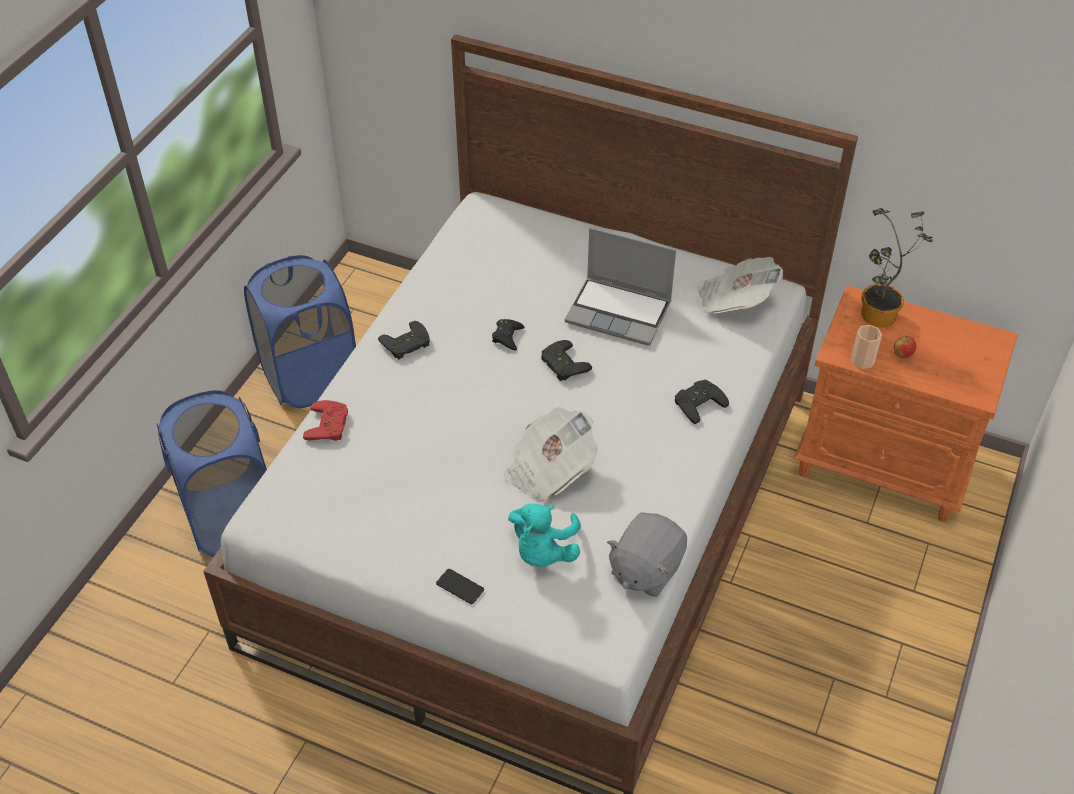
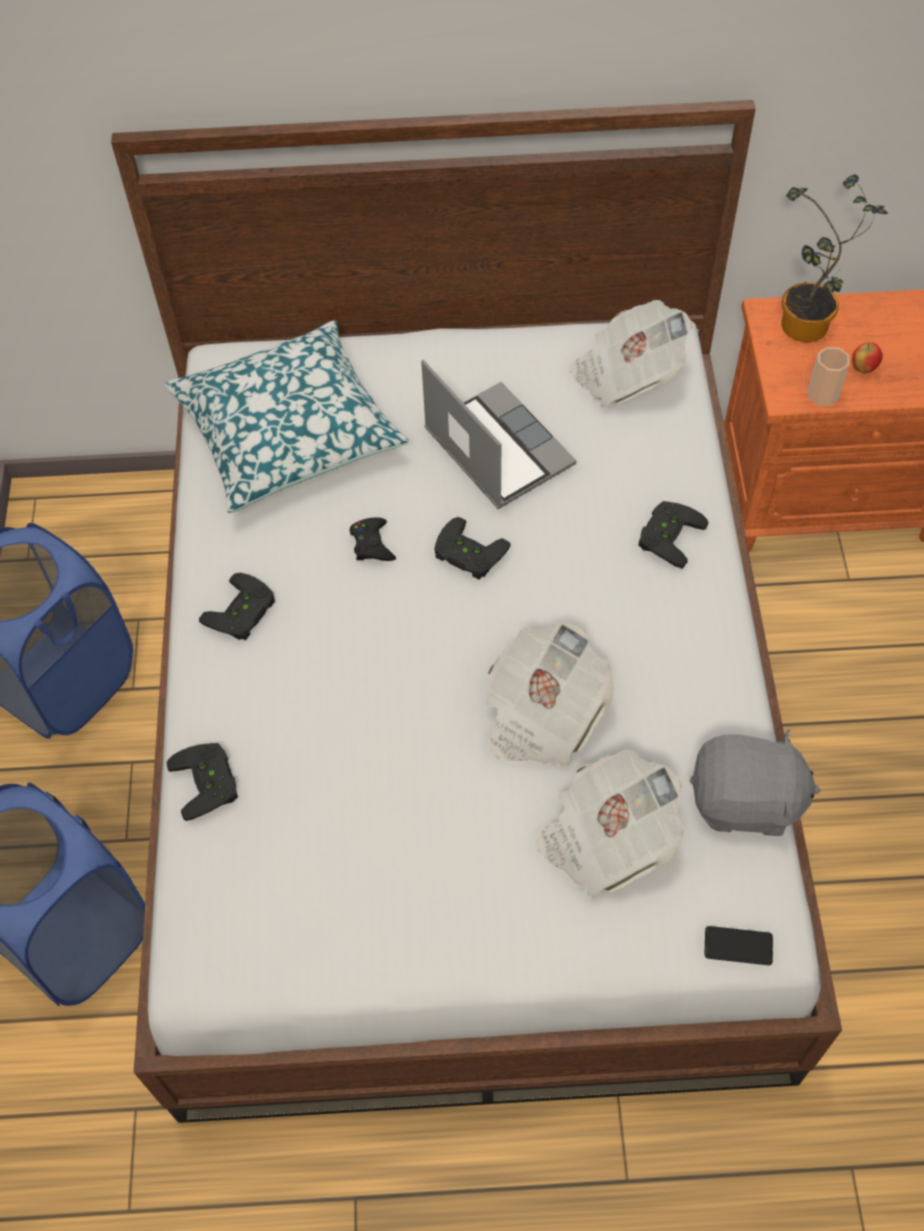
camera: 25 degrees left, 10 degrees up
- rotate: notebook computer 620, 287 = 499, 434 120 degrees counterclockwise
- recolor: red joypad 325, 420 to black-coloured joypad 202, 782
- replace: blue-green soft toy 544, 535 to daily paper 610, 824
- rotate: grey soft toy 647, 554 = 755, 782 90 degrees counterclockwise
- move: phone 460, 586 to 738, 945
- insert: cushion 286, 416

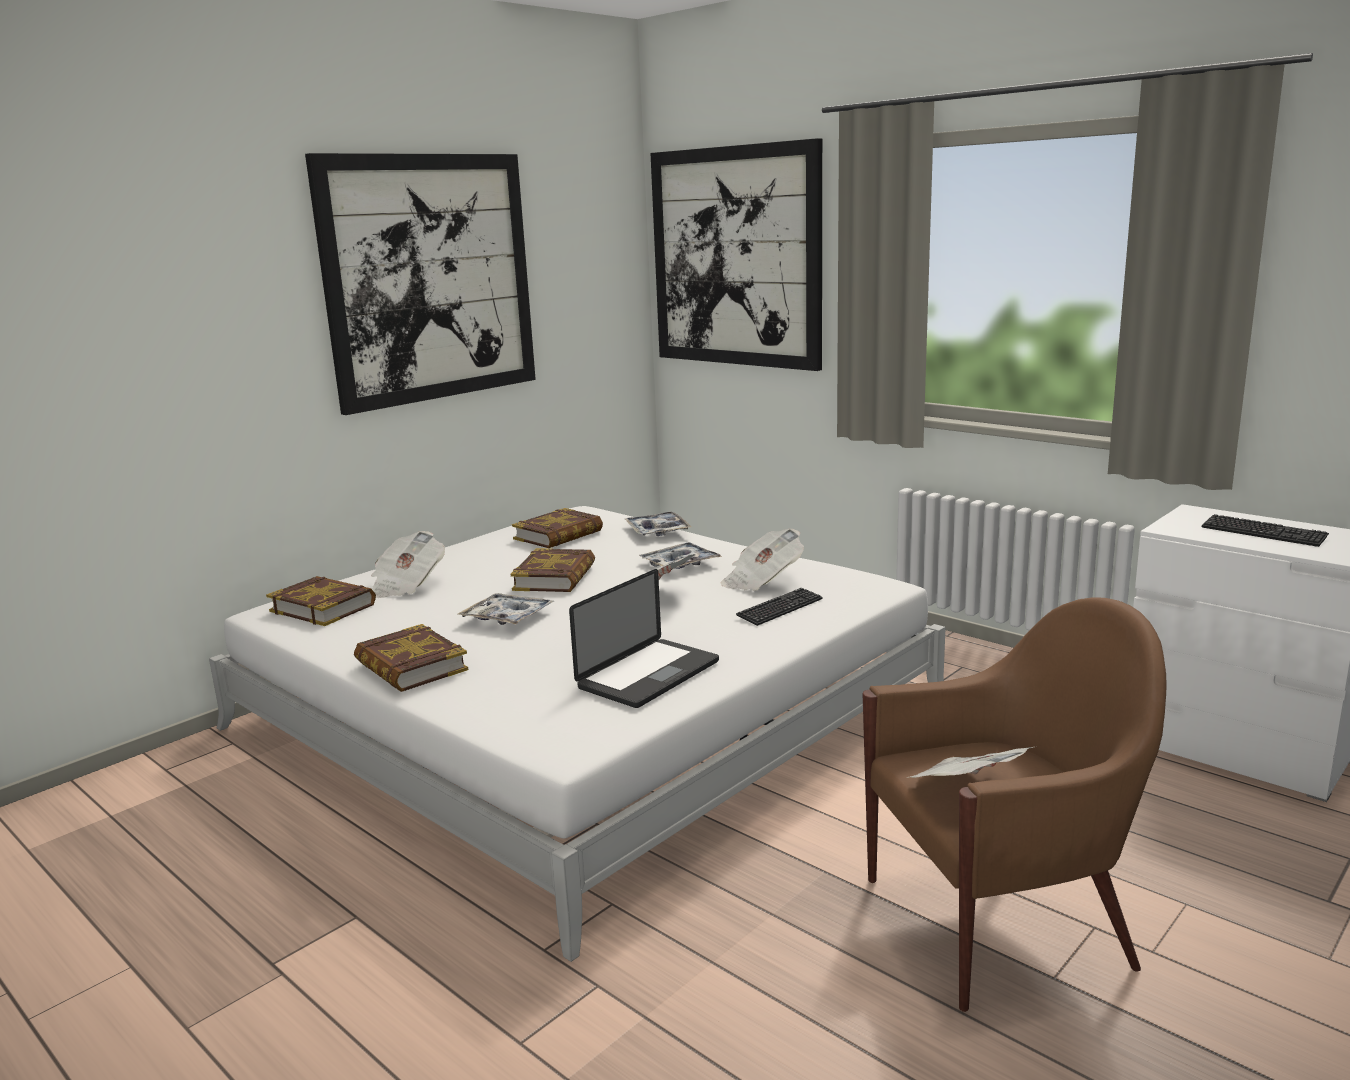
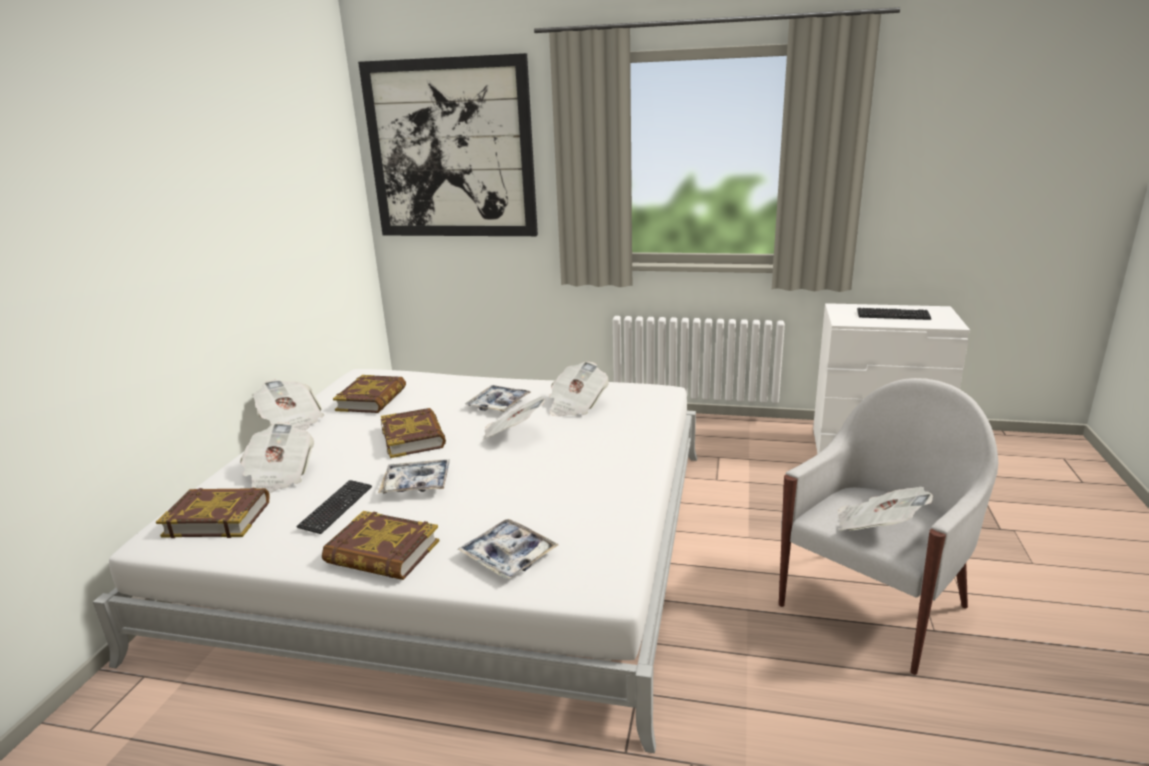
camera: 30 degrees left, 5 degrees up
- delete: wall art 420, 284
- move: serving tray 658, 524 to 508, 549
- delete: notebook computer 644, 638
- move: computer keyboard 779, 607 to 334, 507
- recolor: brown lounge chair 1015, 804 to white-coloured lounge chair 888, 526
- insert: daily paper 288, 405

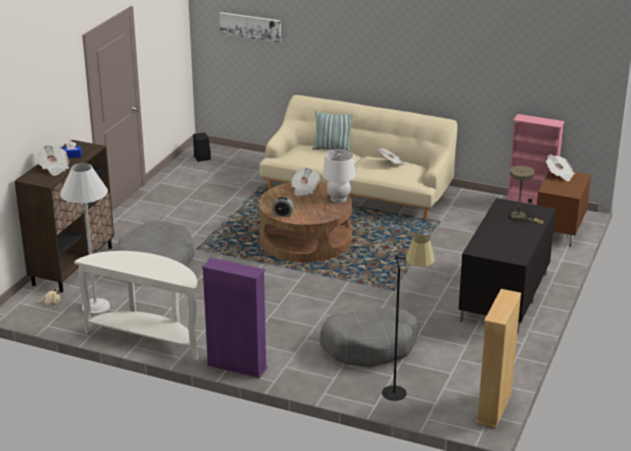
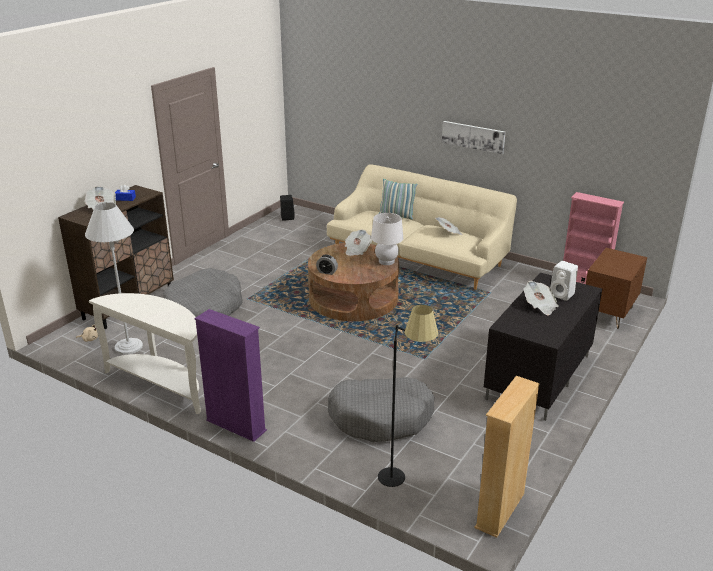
camera: 10 degrees right, 0 degrees up
- move: wall art 250, 27 to 474, 137
- move: daily paper 560, 167 to 540, 298
- replace: beige-coloured lamp for a table 526, 195 to white-coloured speaker 564, 281

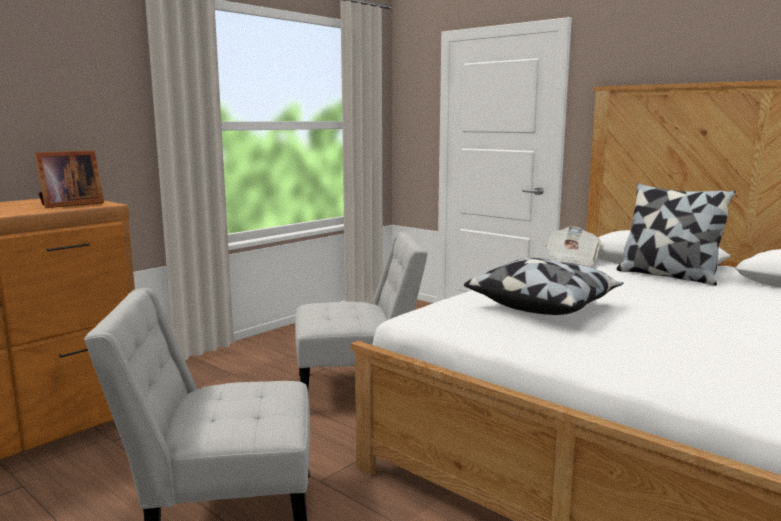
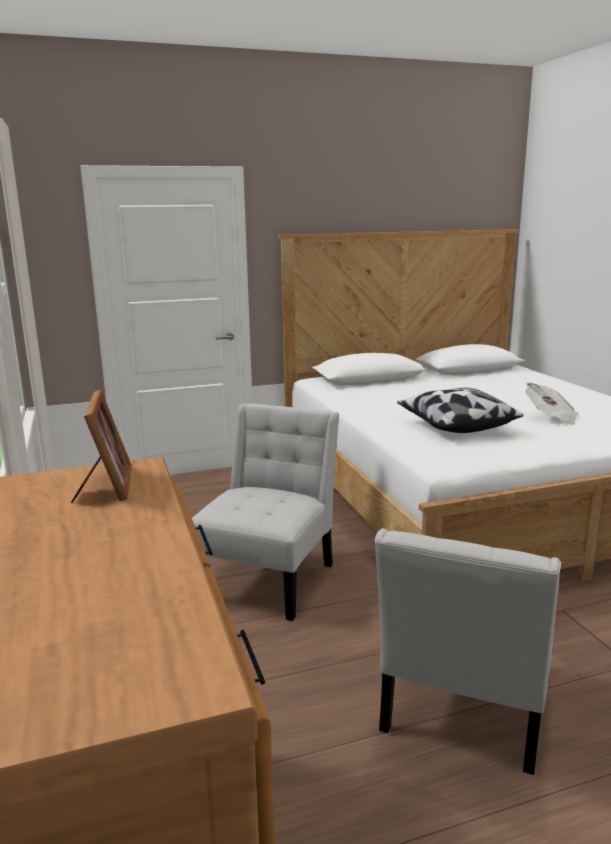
camera: 60 degrees left, 5 degrees up
- delete: cushion 676, 234
- move: daily paper 573, 245 to 552, 403

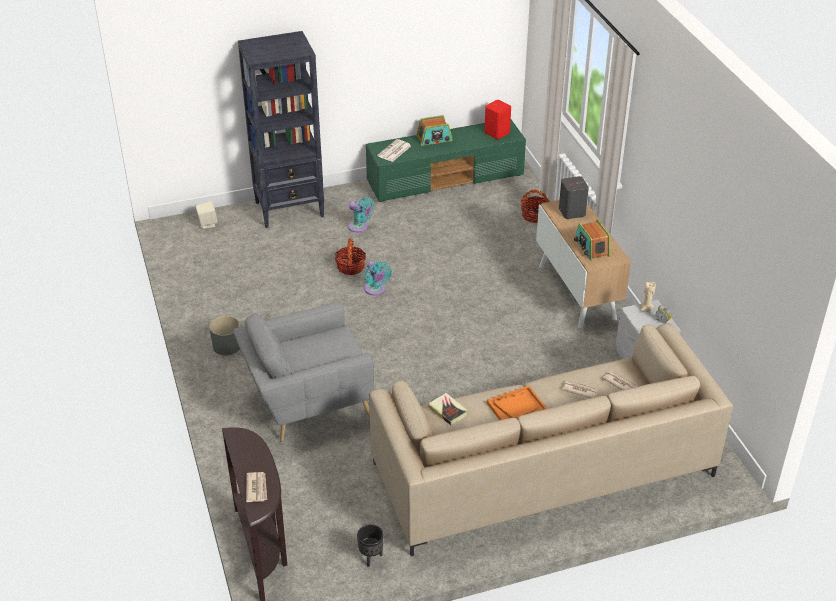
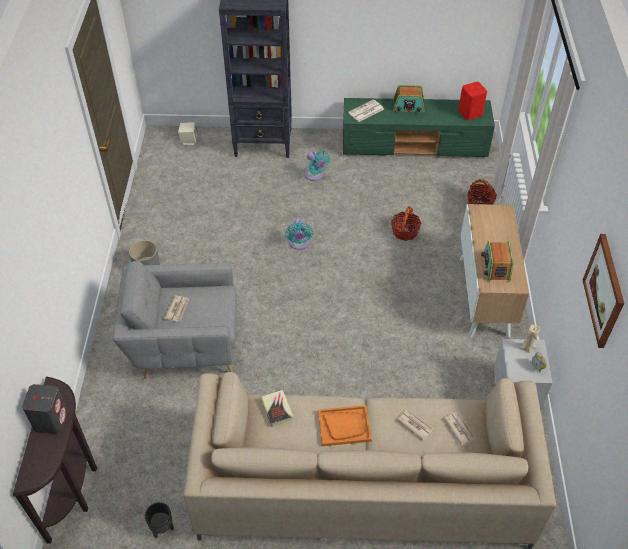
camera: 20 degrees right, 10 degrees up
- move: grey speaker 574, 197 to 45, 409
- move: household basket 350, 256 to 406, 223
- move: daily paper 256, 487 to 176, 308
- insert: wall art 603, 291

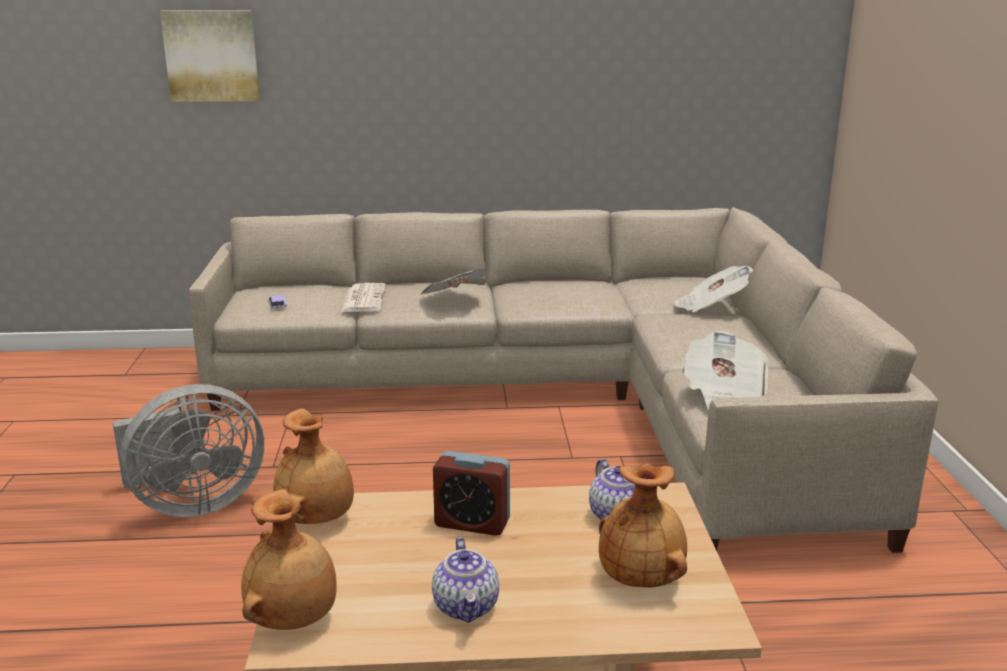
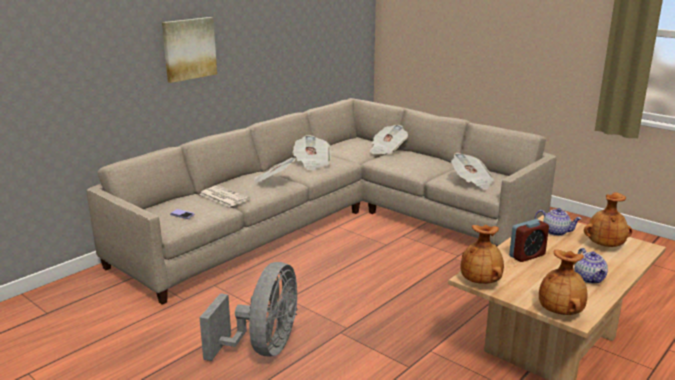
camera: 45 degrees left, 0 degrees up
- move: wall art 210, 56 to 189, 50
- rotate: pot for tea 465, 580 = 591, 266 45 degrees clockwise
- insert: daily paper 311, 152

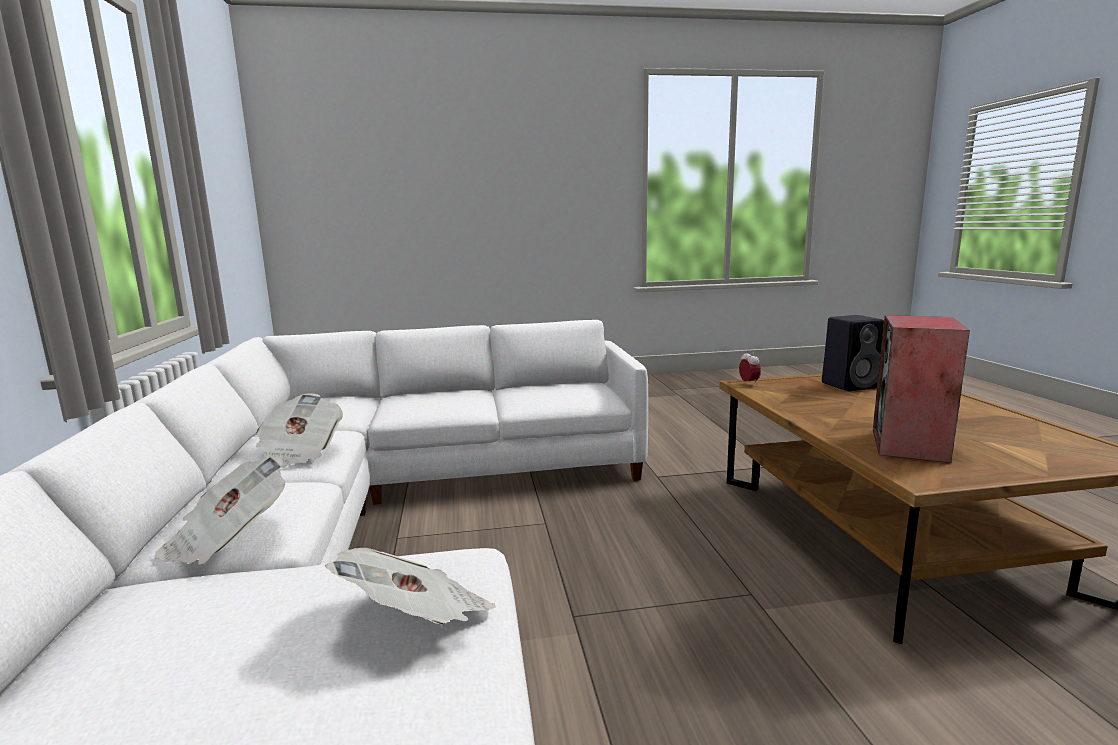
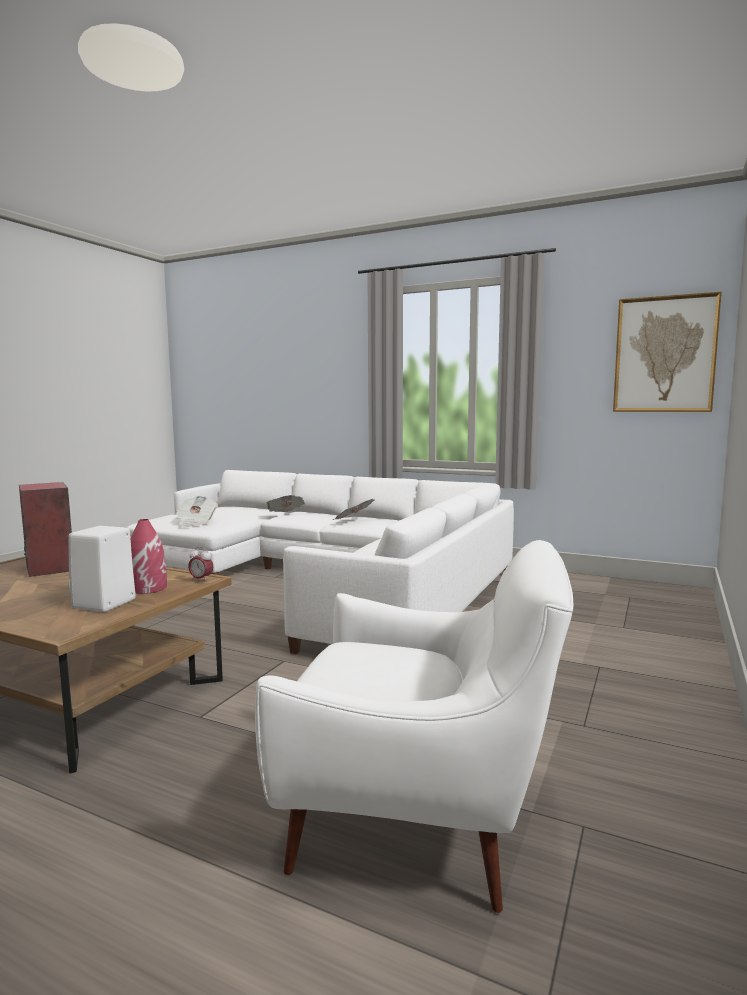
camera: 125 degrees right, 5 degrees down
- recolor: black-coloured speaker 853, 353 to white-coloured speaker 102, 569
- insert: wall art 667, 351
- insert: red flower vase 149, 556
- insert: white-coloured lounge chair 414, 726

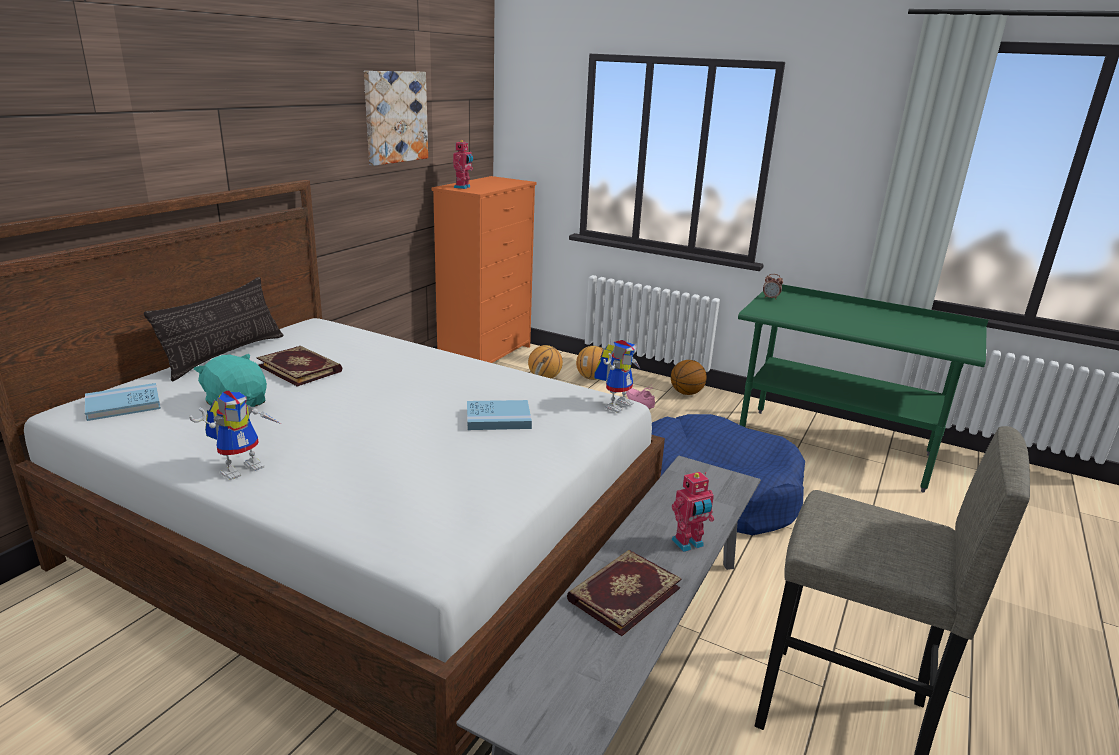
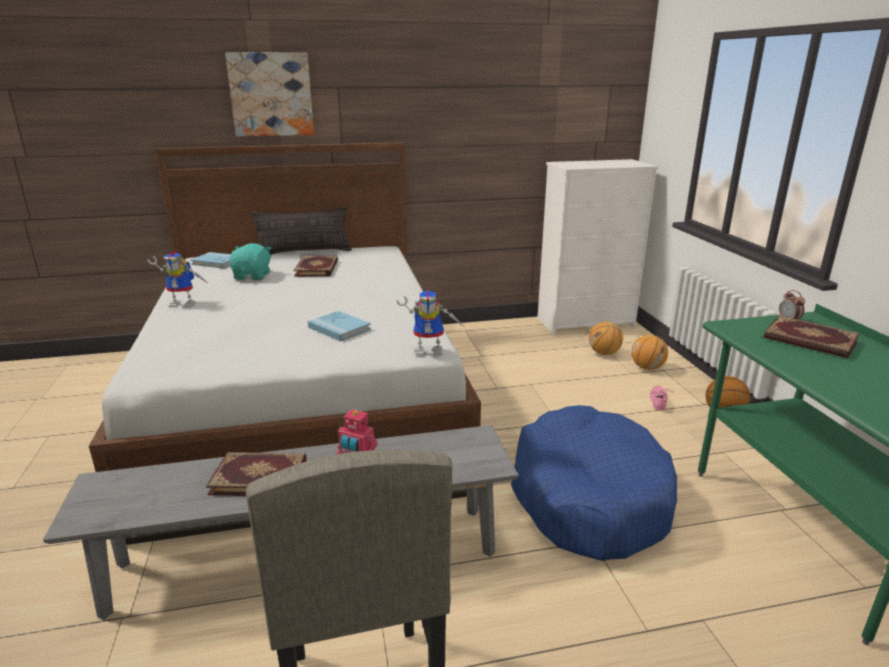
camera: 50 degrees right, 0 degrees up
- move: wall art 396, 118 to 269, 94
- delete: model robot 463, 164
- recolor: orangey chest of drawers 484, 269 to white-coloured chest of drawers 598, 247
- insert: book 812, 336

